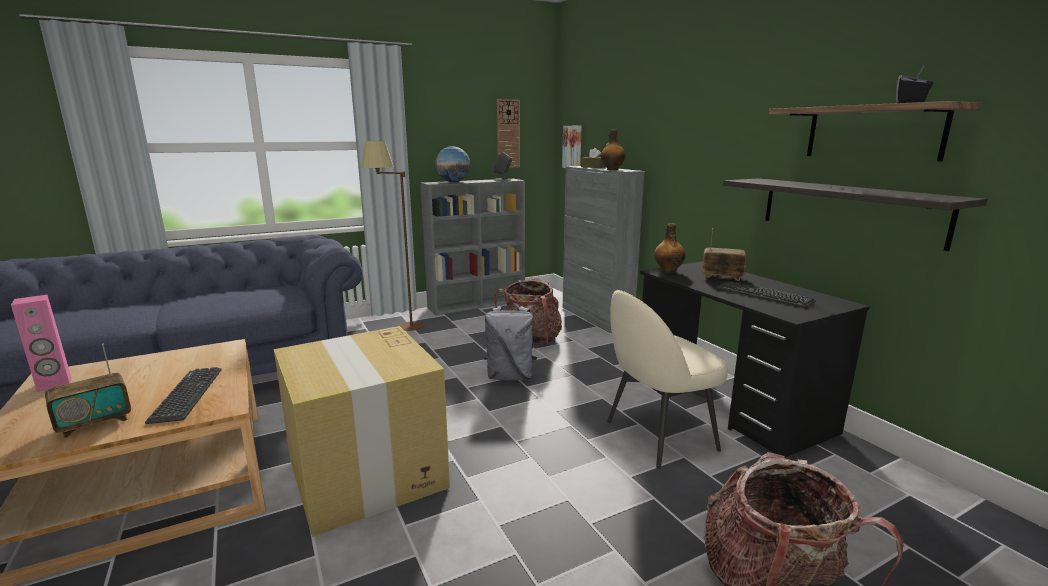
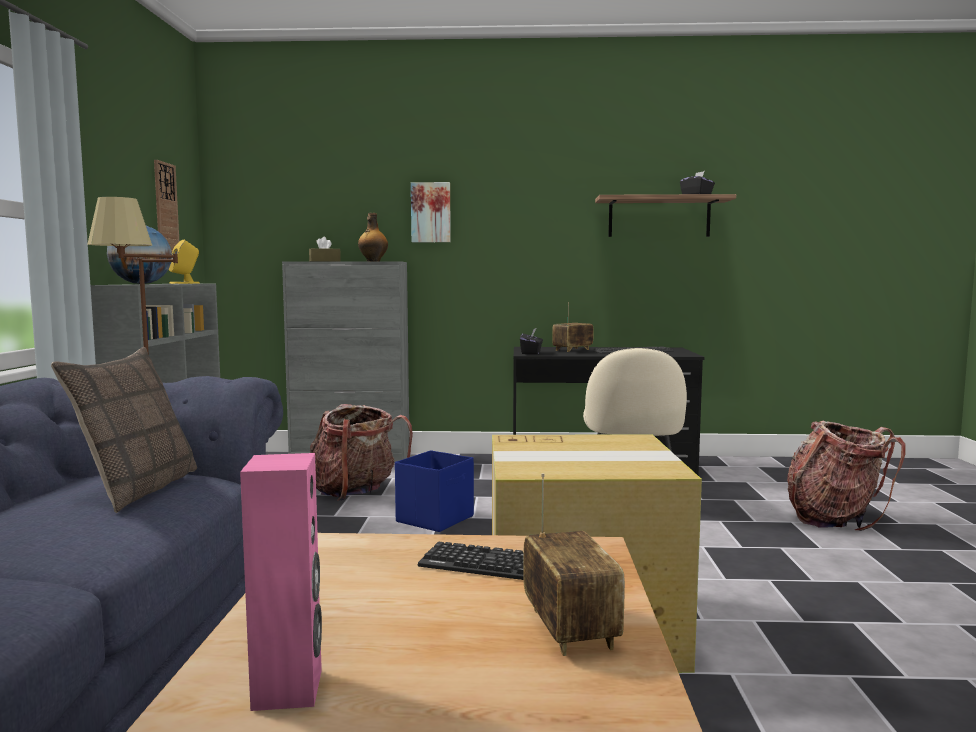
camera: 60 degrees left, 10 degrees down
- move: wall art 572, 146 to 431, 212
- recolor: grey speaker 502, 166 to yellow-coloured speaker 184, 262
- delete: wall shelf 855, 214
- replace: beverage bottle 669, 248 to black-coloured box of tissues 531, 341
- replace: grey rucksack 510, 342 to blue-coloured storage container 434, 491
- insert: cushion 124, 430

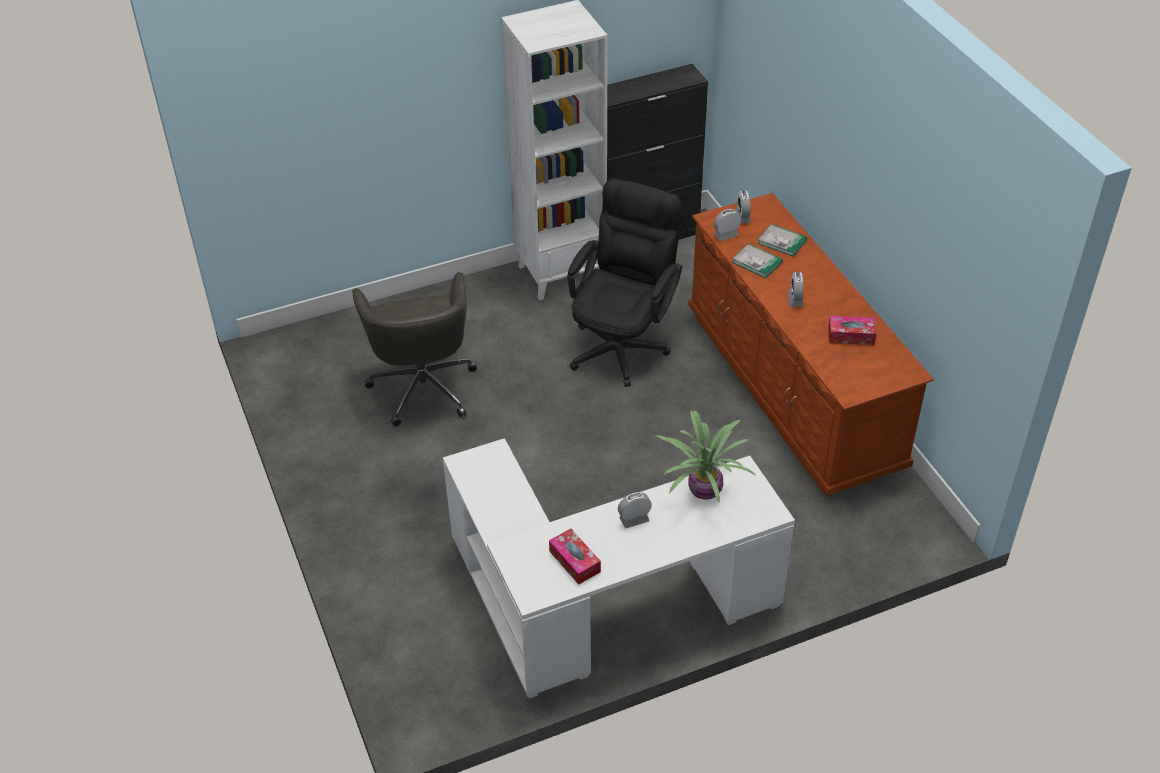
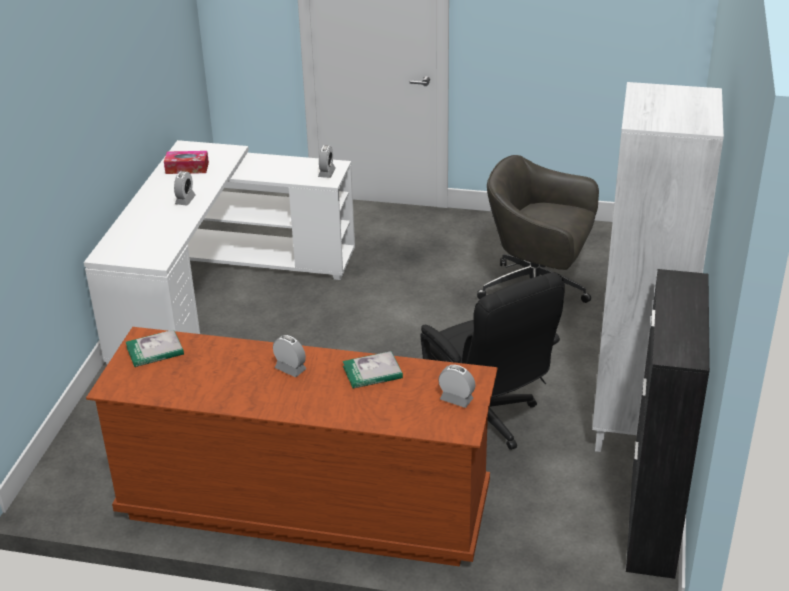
camera: 125 degrees right, 10 degrees down
- move: alarm clock 727, 225 to 327, 161
- move: book 782, 240 to 155, 348
- delete: box of tissues 852, 330
- delete: plant in a pot 705, 456

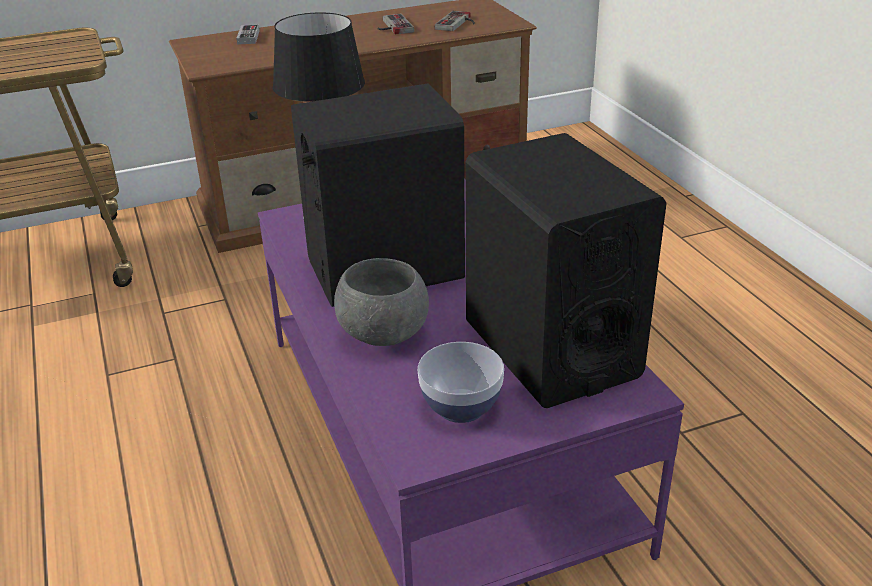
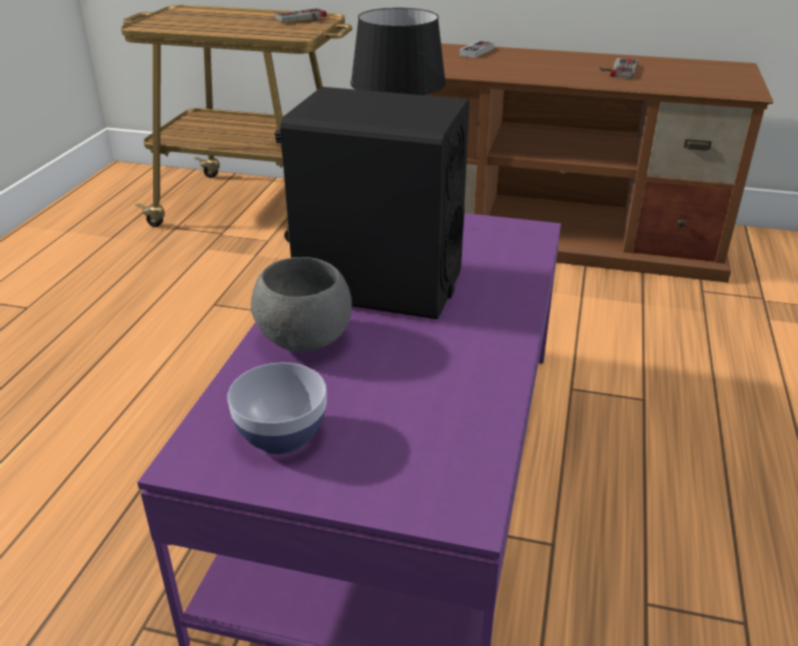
camera: 35 degrees right, 0 degrees up
- move: joypad 455, 21 to 300, 15
- delete: black-coloured speaker 566, 270

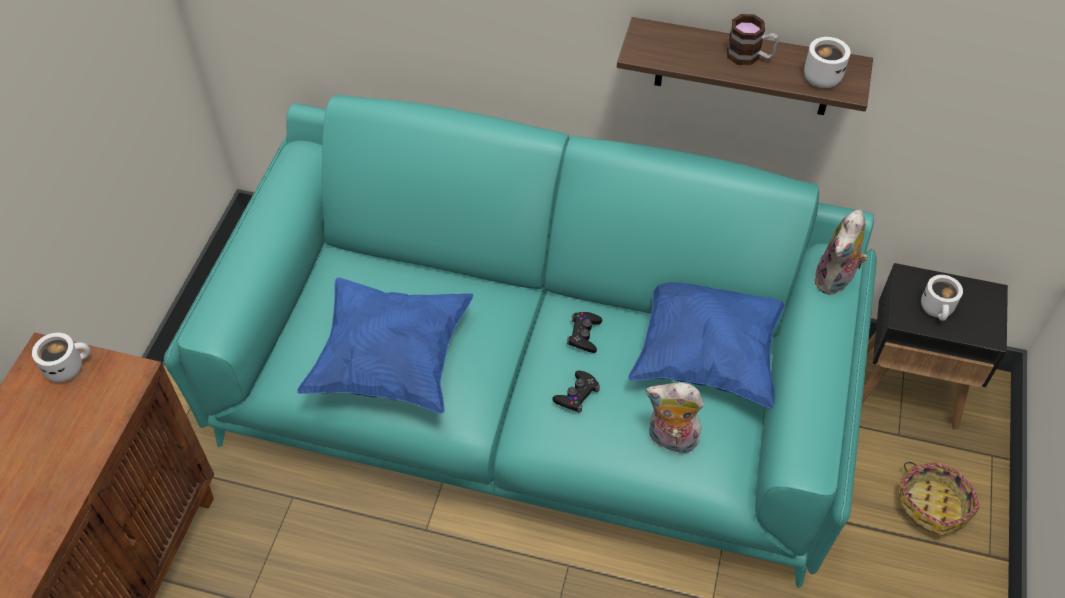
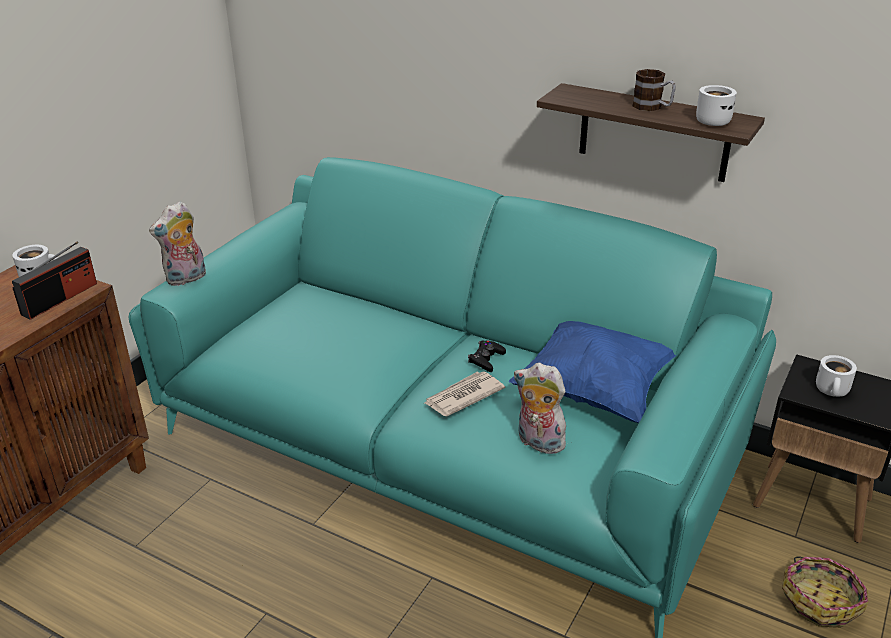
camera: 15 degrees right, 20 degrees down
- move: soft toy 840, 252 to 177, 243
- delete: blue-coloured cushion 385, 345
- replace: black-coloured joypad 576, 392 to daily paper 464, 393
- insert: radio 54, 281

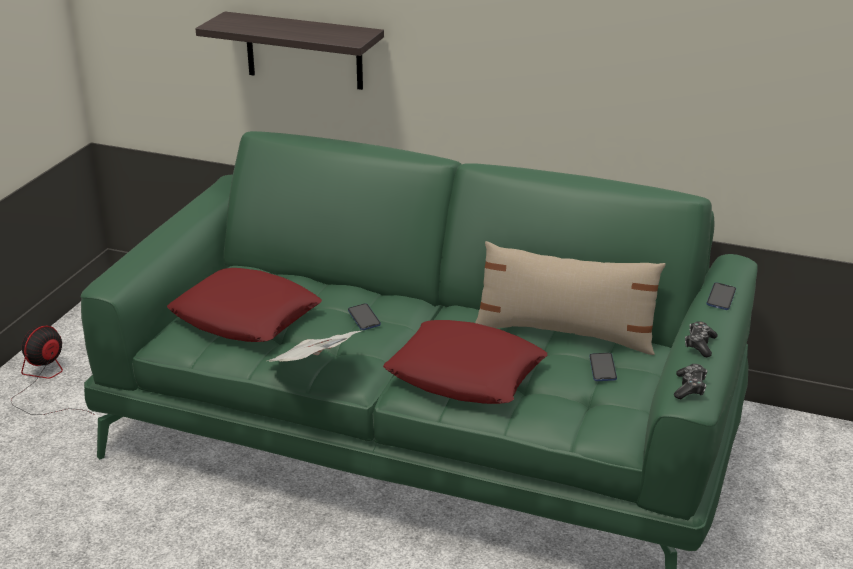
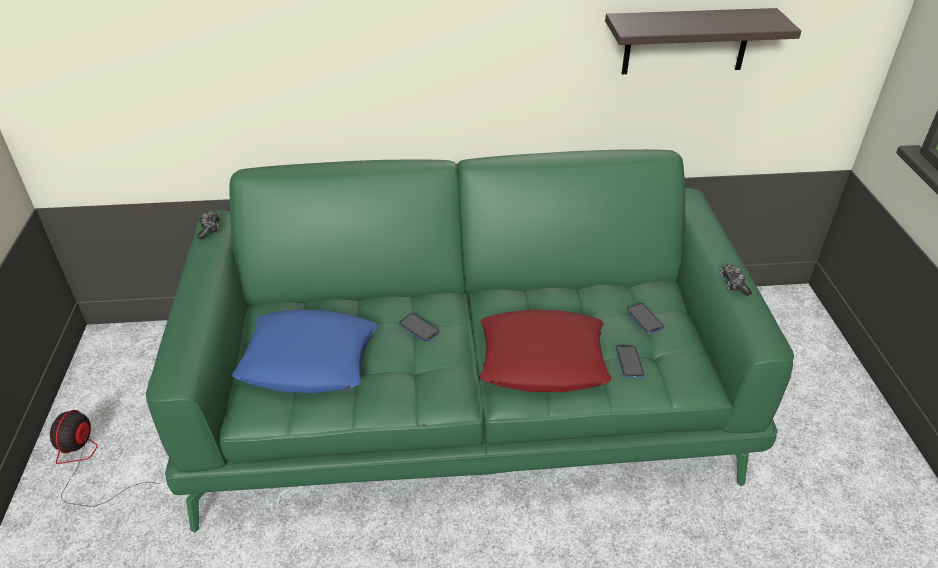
camera: 25 degrees left, 10 degrees up
- move: wall shelf 289, 50 to 703, 41
- delete: beige-coloured cushion 570, 298
- recolor: red cushion 244, 305 to blue-coloured cushion 304, 351
- move: phone 721, 296 to 630, 361
- delete: daily paper 314, 346
- move: joypad 690, 381 to 208, 224

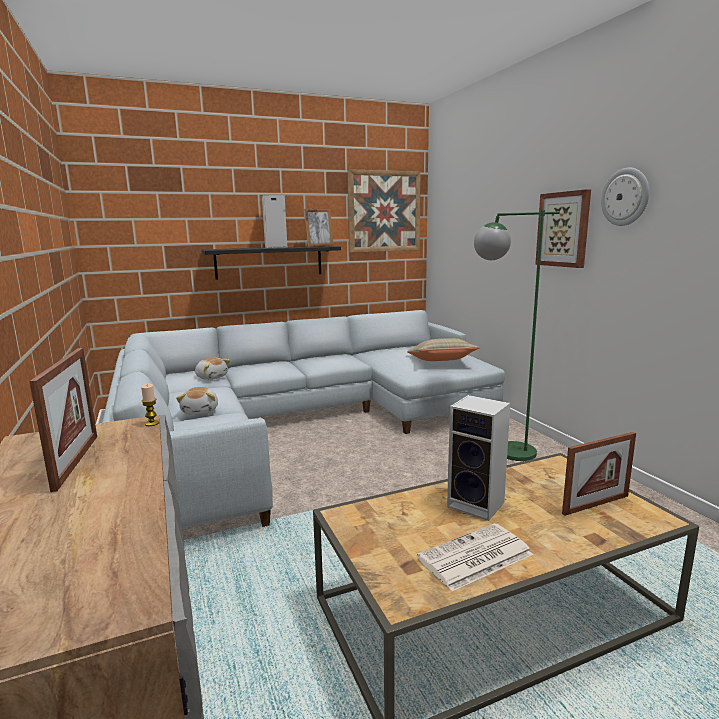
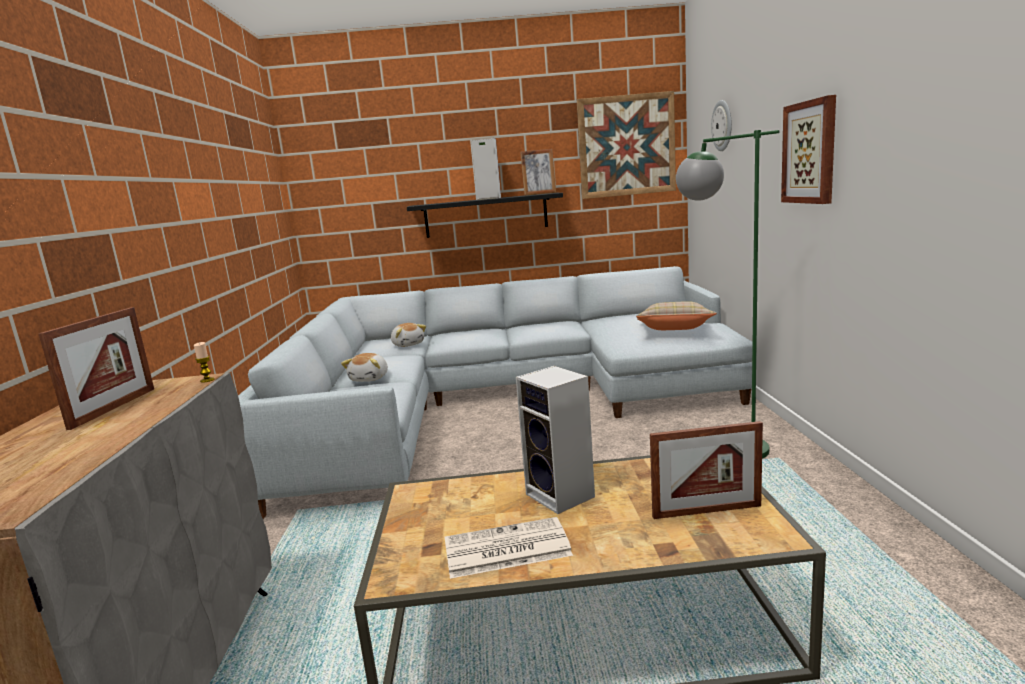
camera: 20 degrees right, 0 degrees up
- move: clock on the wall 625, 197 to 721, 125

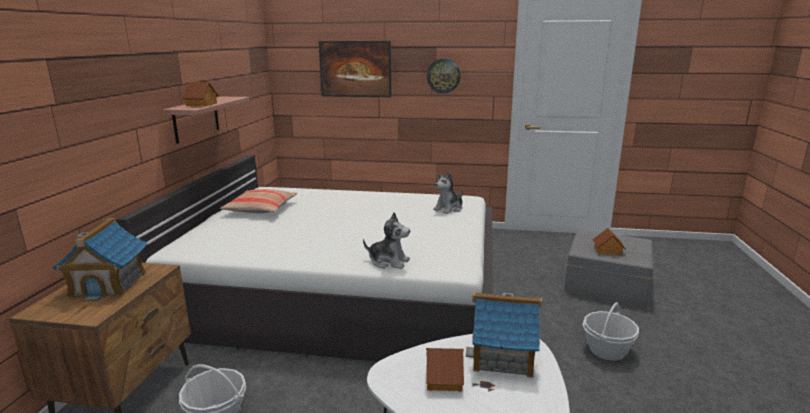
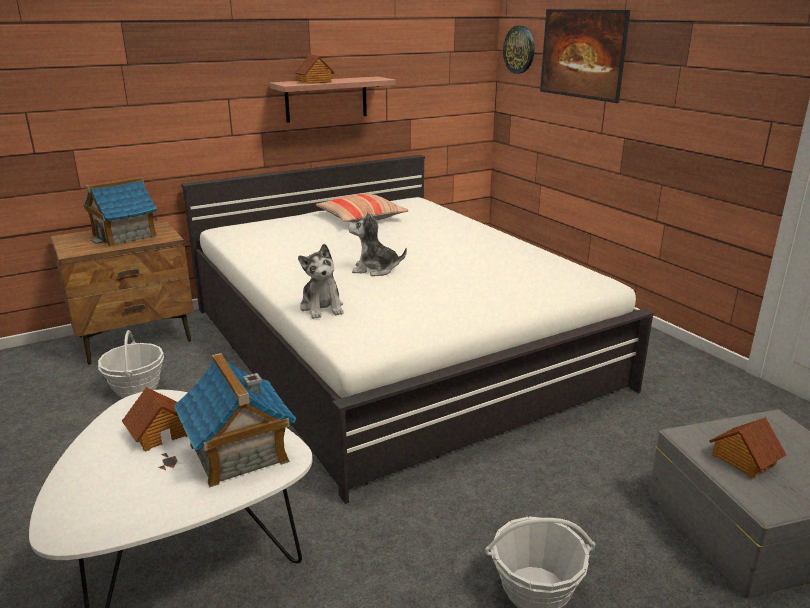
camera: 50 degrees right, 5 degrees up
- move: clock on the wall 444, 76 to 519, 50
- move: soft toy 448, 192 to 377, 244

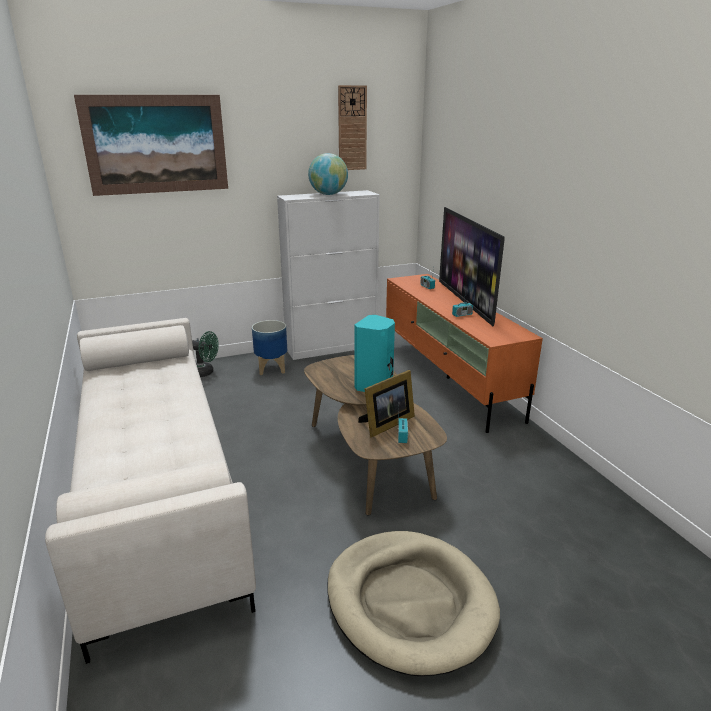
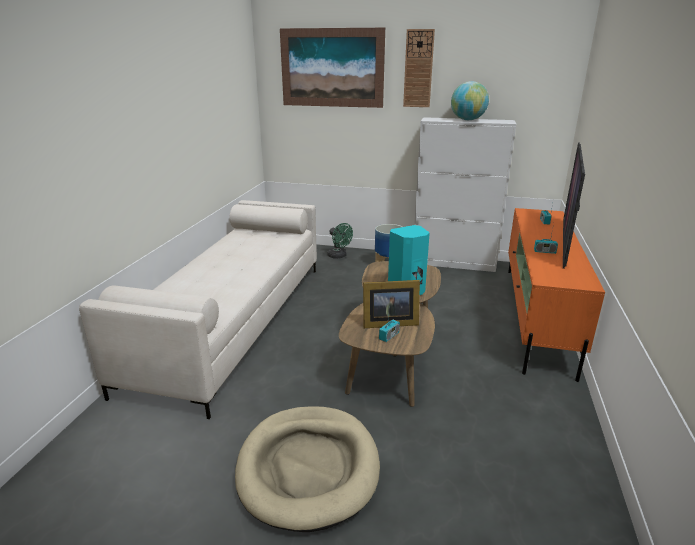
camera: 35 degrees right, 0 degrees up
- move: clock on the wall 352, 127 to 419, 68

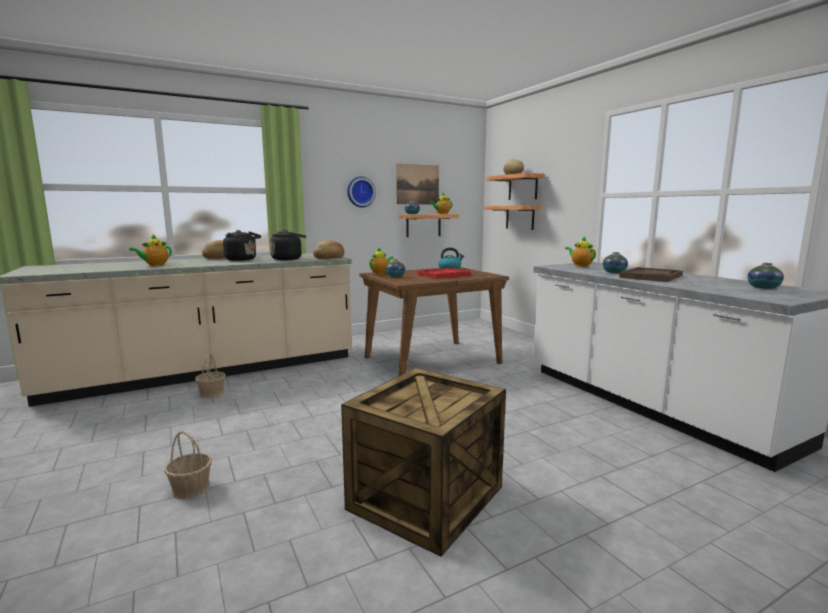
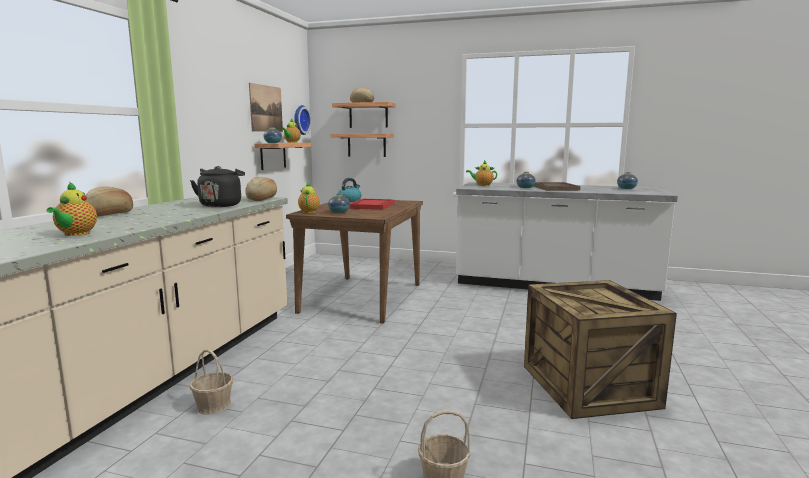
camera: 45 degrees left, 0 degrees up
- move: clock on the wall 361, 192 to 302, 120
- delete: black-coloured kettle 242, 245

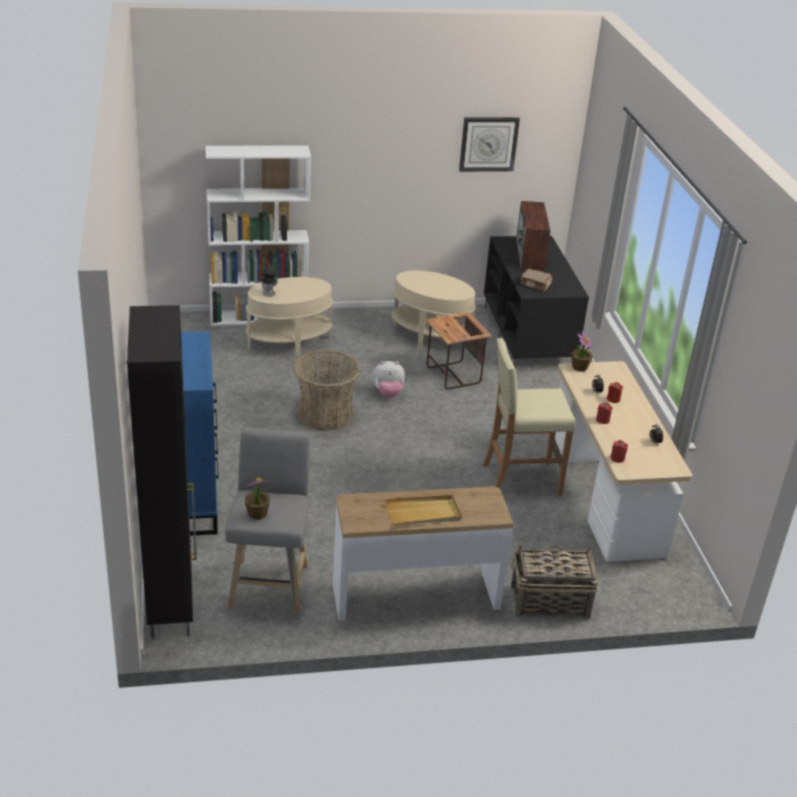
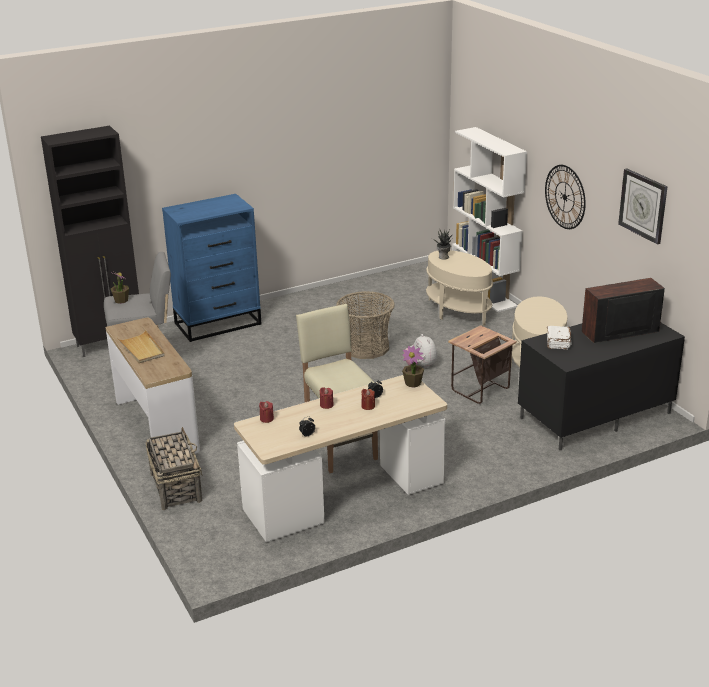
camera: 75 degrees right, 5 degrees down
- recolor: brown book 536, 280 to white-coloured book 559, 338
- insert: clock on the wall 565, 197

